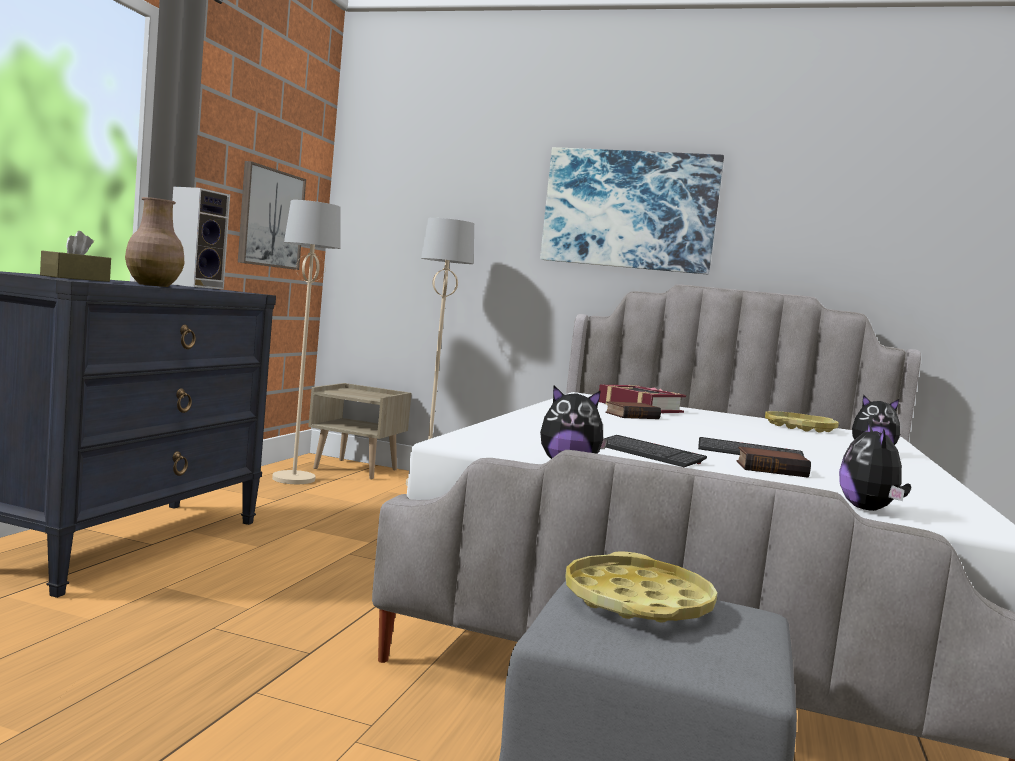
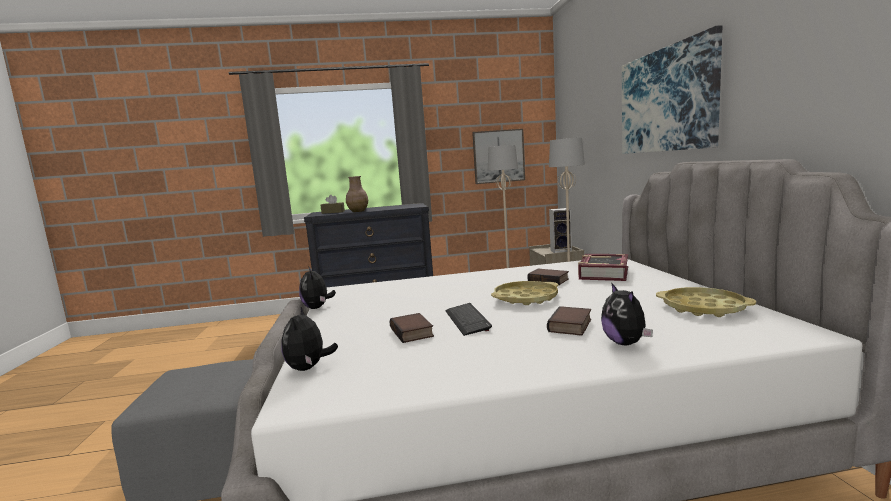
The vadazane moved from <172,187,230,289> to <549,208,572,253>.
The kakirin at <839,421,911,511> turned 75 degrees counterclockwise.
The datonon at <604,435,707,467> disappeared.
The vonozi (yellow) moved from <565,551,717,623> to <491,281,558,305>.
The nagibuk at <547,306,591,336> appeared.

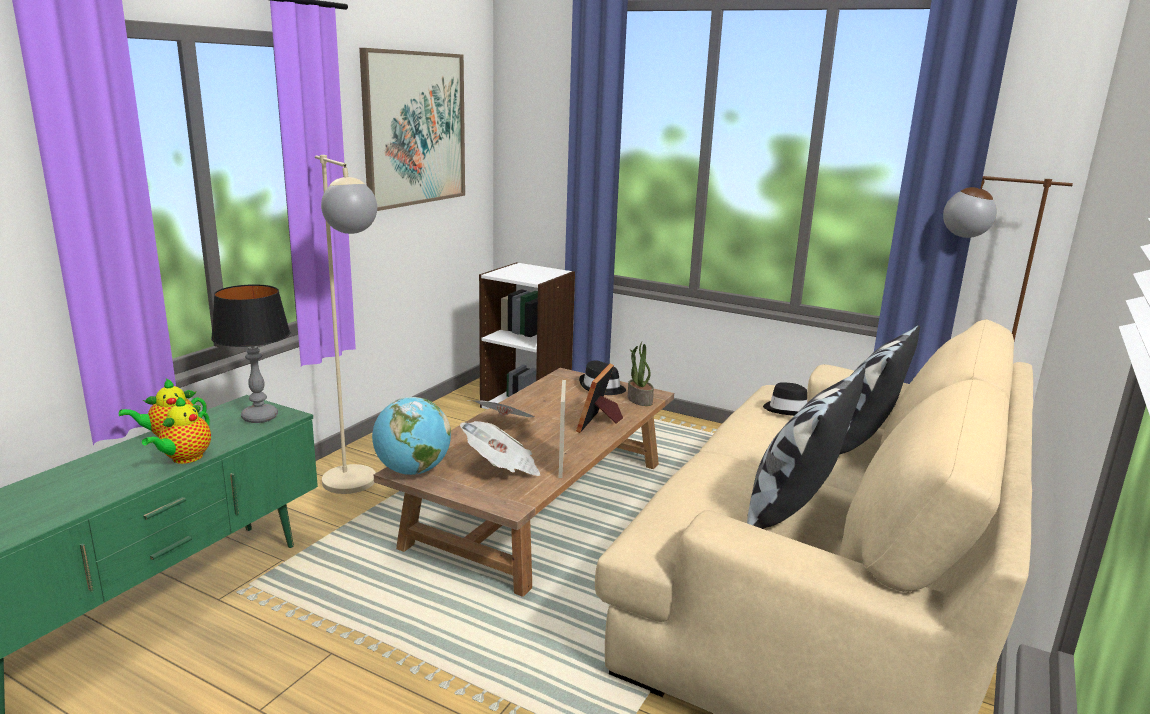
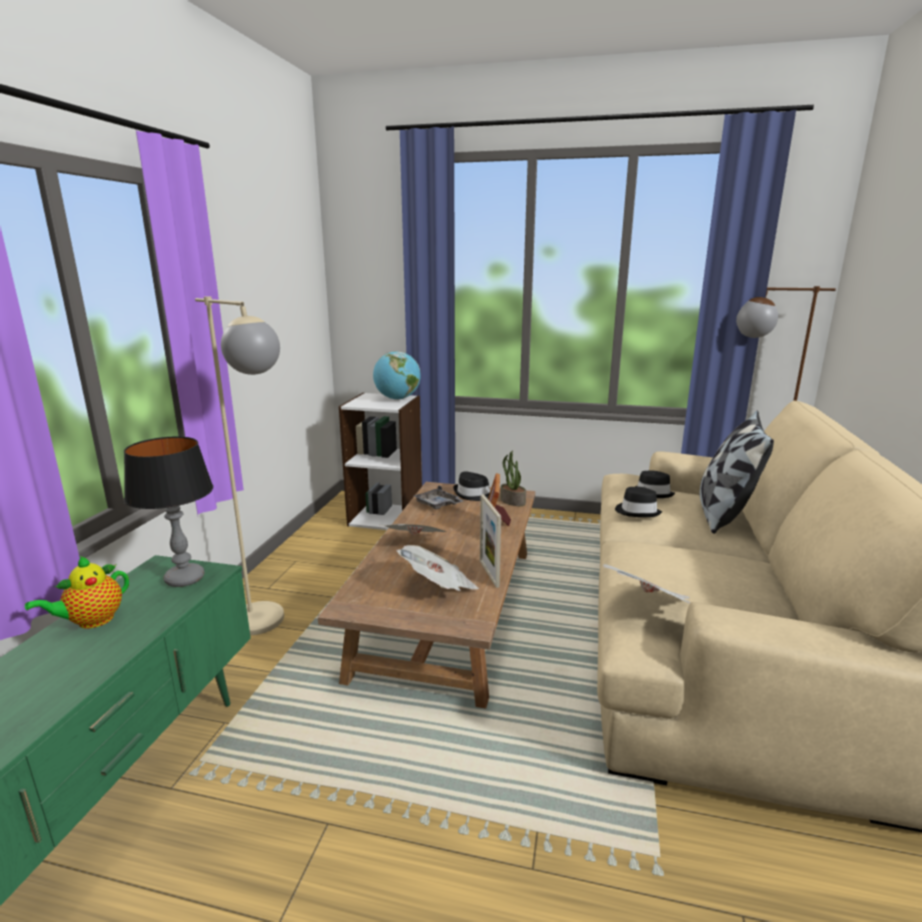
The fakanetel at <359,48,465,211> disappeared.
The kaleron at <747,368,865,529> disappeared.
The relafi at <142,396,211,464> disappeared.
The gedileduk moved from <372,397,451,475> to <373,352,421,400>.
The vonozi (grey) at <414,485,463,510> appeared.
The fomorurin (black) at <615,487,662,517> appeared.
The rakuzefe at <603,564,691,604> appeared.

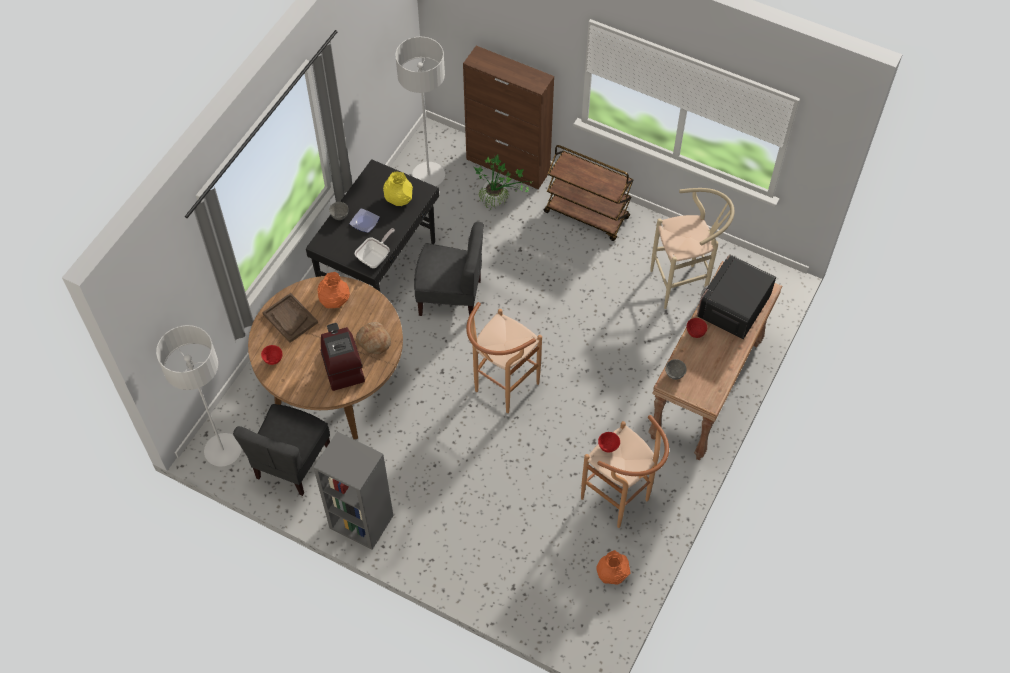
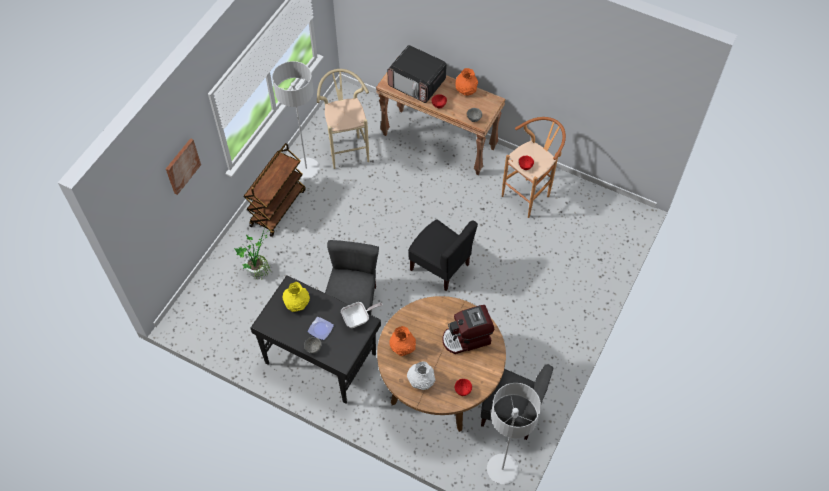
The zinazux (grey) moved from <395,37,445,186> to <272,61,320,179>.
The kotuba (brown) at <463,46,554,189> disappeared.
The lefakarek at <355,228,395,268> turned 120 degrees clockwise.
The vonozi (brown) at <262,293,318,343> was replaced by the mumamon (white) at <407,362,435,390>.
The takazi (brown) at <466,302,542,413> was replaced by the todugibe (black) at <408,219,478,291>.
The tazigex at <356,322,391,354> disappeared.
The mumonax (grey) at <313,431,394,550> disappeared.
The mumamon (orange) moved from <596,550,631,585> to <456,68,478,96>.
The fakanetel at <166,138,201,195> appeared.

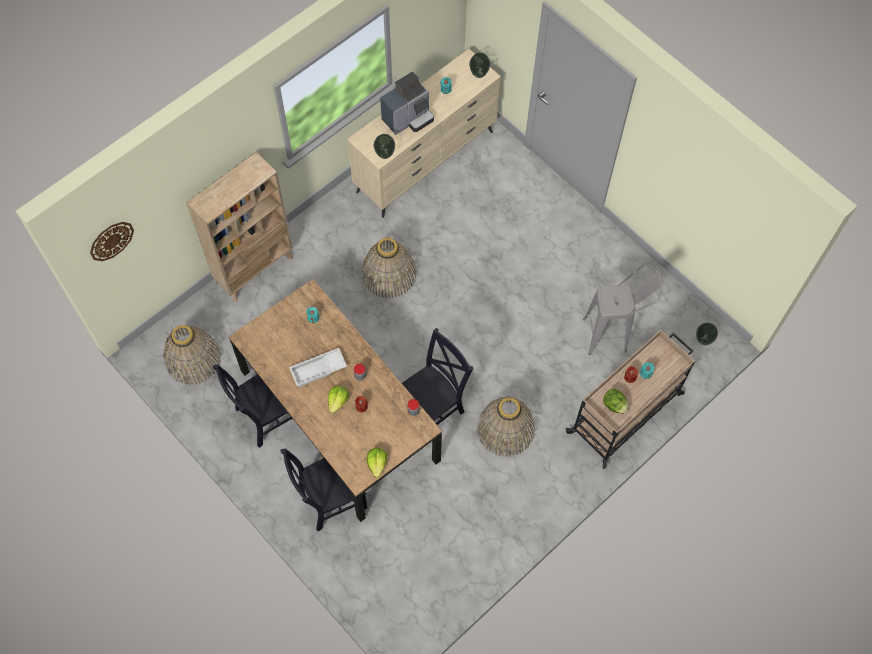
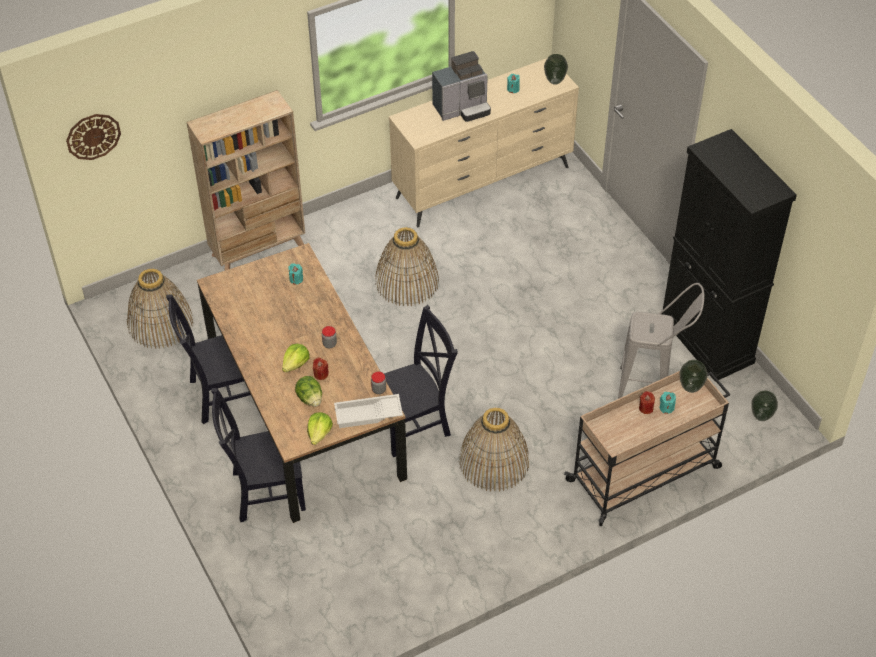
The mumamon moved from <374,134,395,159> to <680,360,708,393>.
The vonozi (white) moved from <289,348,347,387> to <334,394,403,428>.
The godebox moved from <603,389,629,414> to <295,376,322,407>.
The kotuba (black) at <662,129,797,382> appeared.

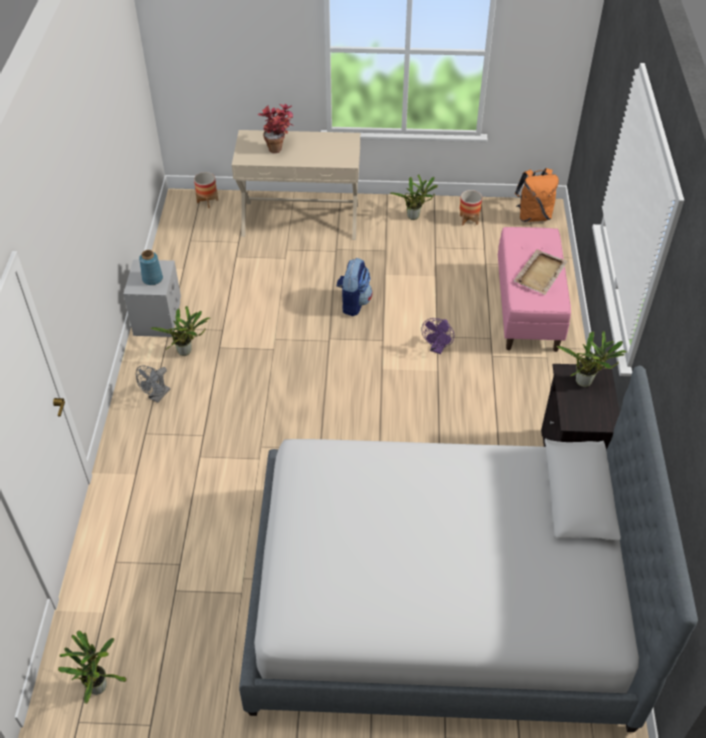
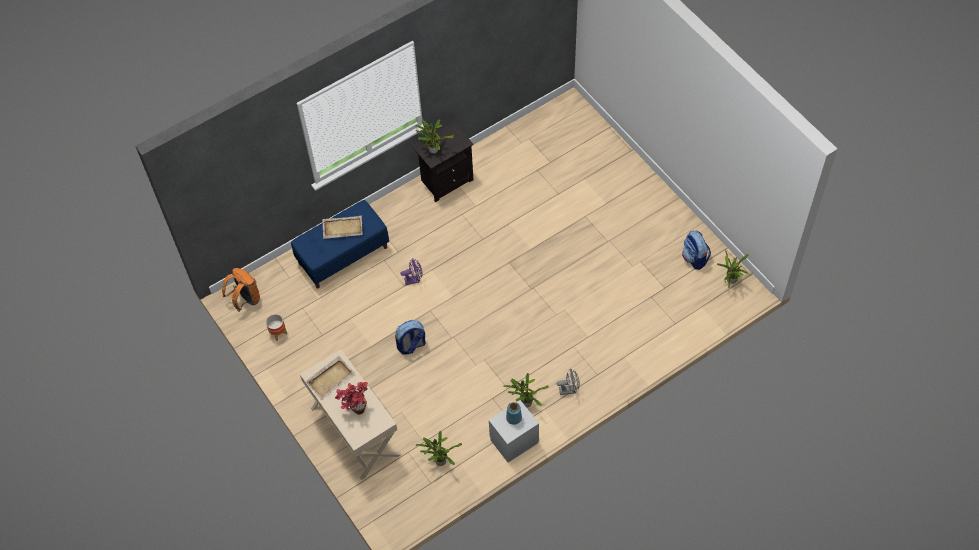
The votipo at <194,172,218,208> disappeared.
The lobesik moved from <389,174,438,220> to <416,431,462,466>.
The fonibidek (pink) at <498,227,571,352> became the fonibidek (blue) at <291,200,389,288>.
The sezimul at <239,365,698,732> disappeared.
The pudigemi at <682,231,711,270> appeared.
The vonozi (beige) at <305,356,355,400> appeared.

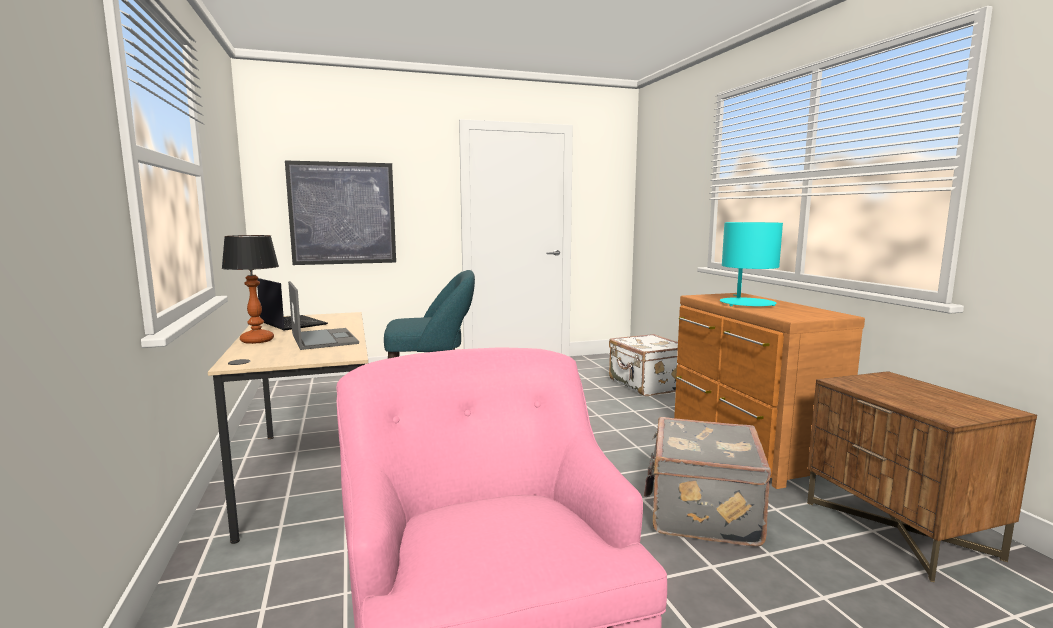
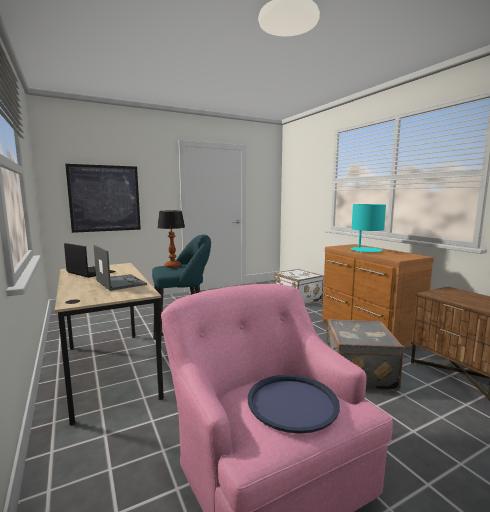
The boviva moved from <221,235,279,344> to <157,210,185,268>.
The vonozi (blue) at <248,375,340,434> appeared.

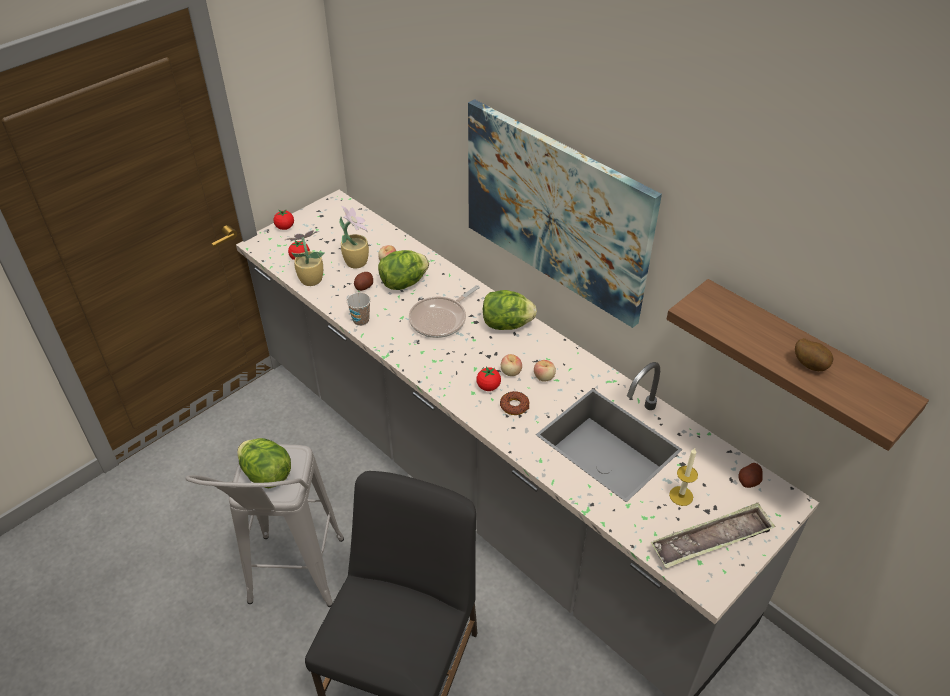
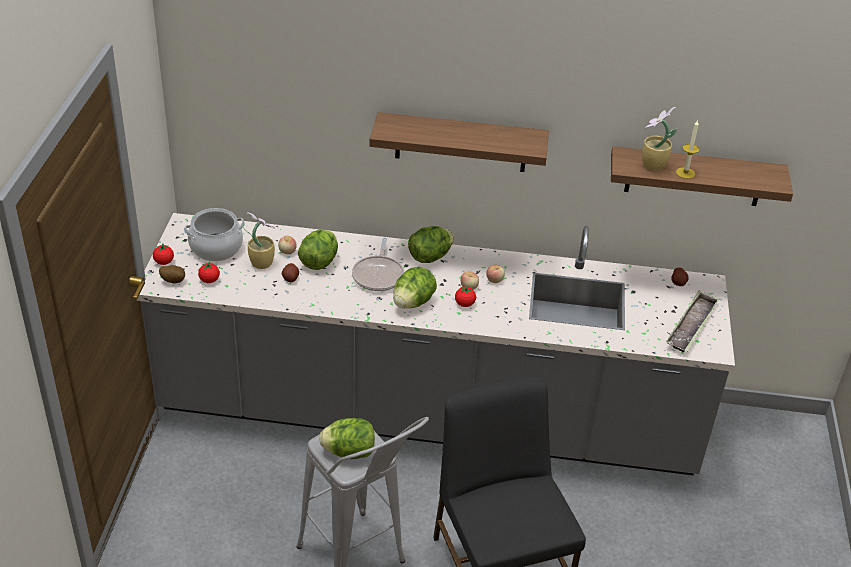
The fakanetel at <468,99,662,328> was replaced by the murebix at <369,112,549,172>.
The lobesik moved from <284,230,325,286> to <642,107,677,171>.
The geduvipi at <347,292,371,326> disappeared.
The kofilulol moved from <795,338,834,371> to <159,265,185,284>.
The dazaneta at <500,391,529,415> disappeared.
The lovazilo moved from <669,448,698,506> to <676,120,699,179>.
The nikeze at <184,208,245,262> appeared.
The godebox at <393,267,437,309> appeared.

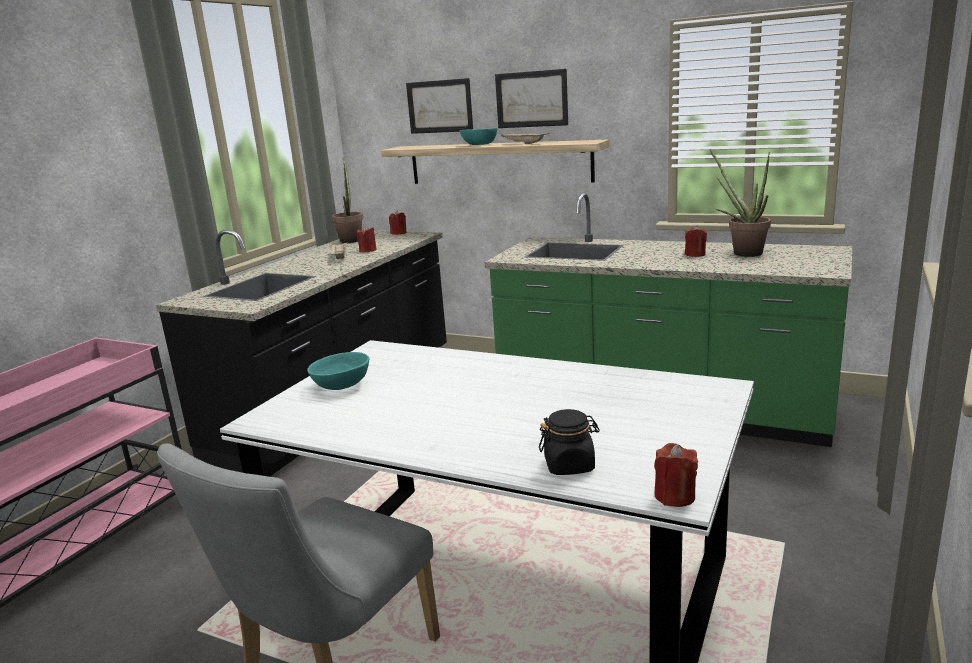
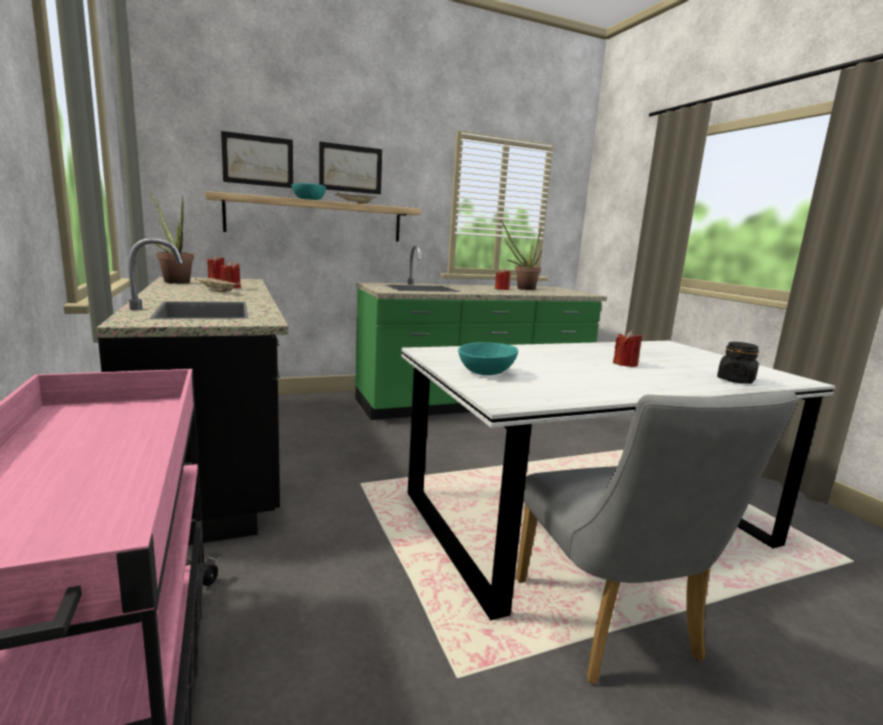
The lovazilo (red) moved from <654,443,698,507> to <613,331,642,367>.

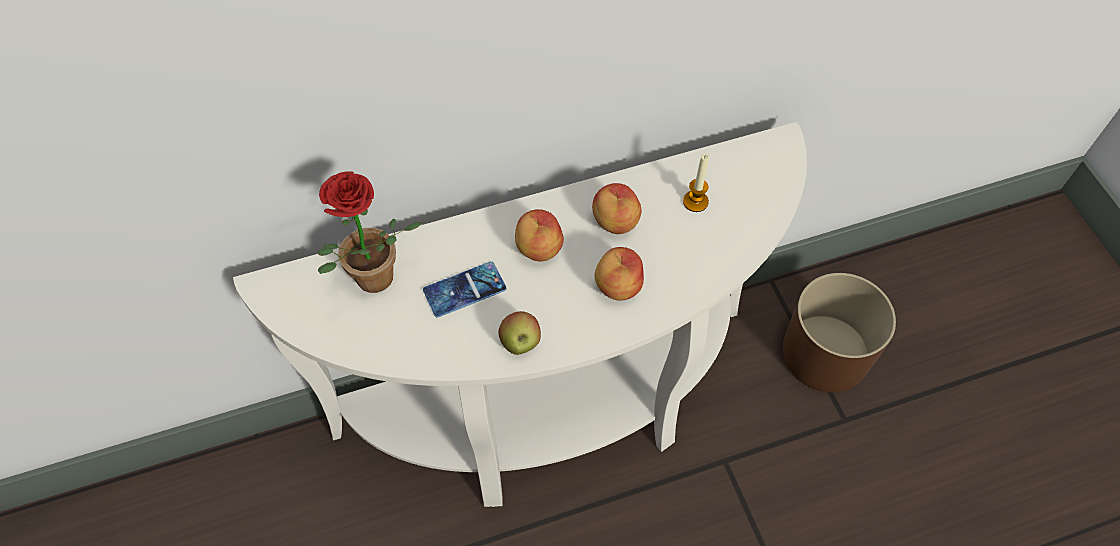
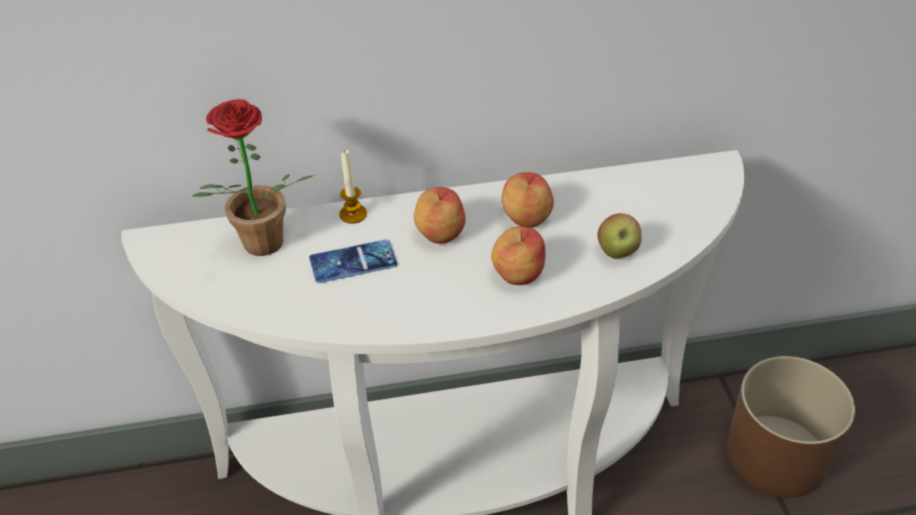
The lovazilo moved from <683,154,709,212> to <339,149,367,224>.
The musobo moved from <498,311,541,355> to <597,213,642,258>.

